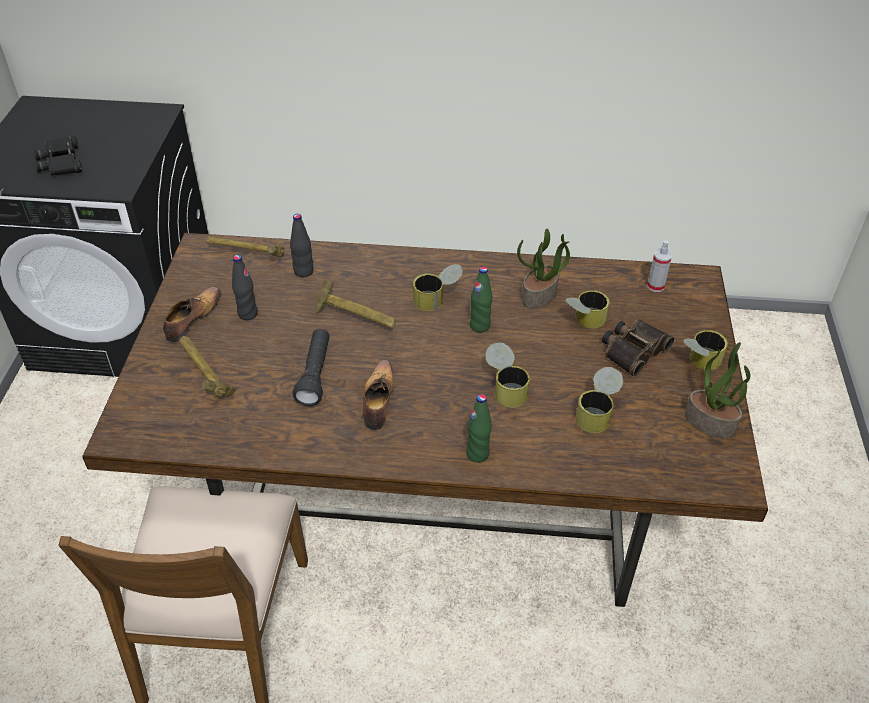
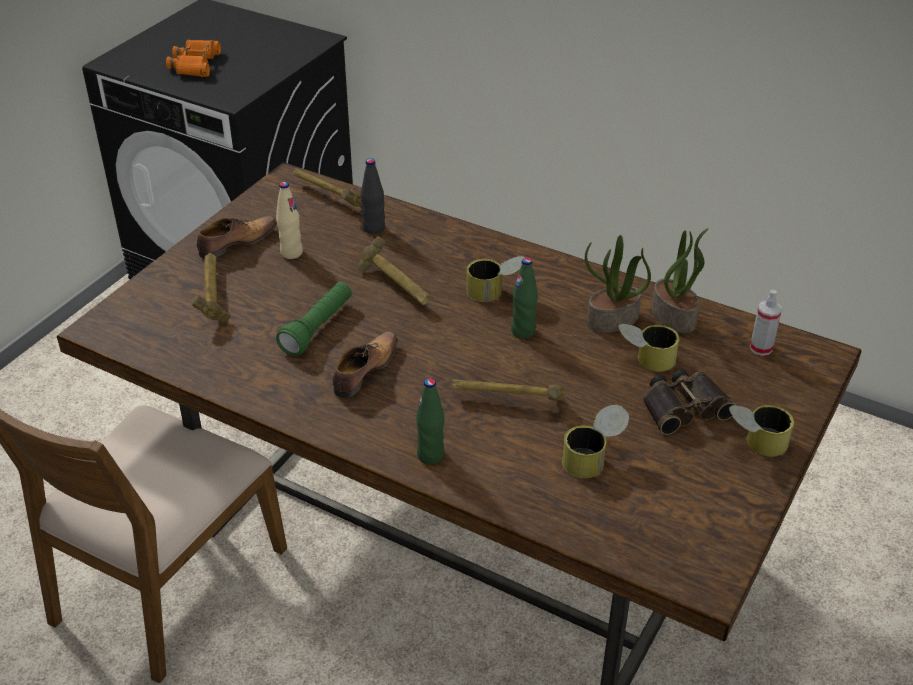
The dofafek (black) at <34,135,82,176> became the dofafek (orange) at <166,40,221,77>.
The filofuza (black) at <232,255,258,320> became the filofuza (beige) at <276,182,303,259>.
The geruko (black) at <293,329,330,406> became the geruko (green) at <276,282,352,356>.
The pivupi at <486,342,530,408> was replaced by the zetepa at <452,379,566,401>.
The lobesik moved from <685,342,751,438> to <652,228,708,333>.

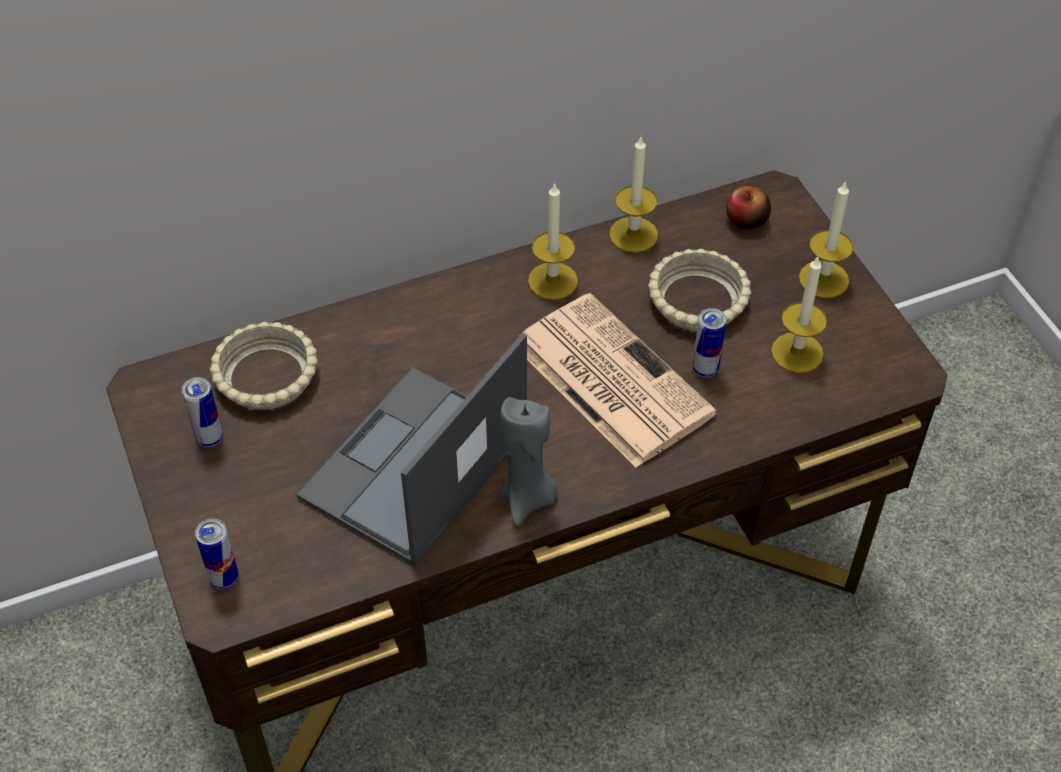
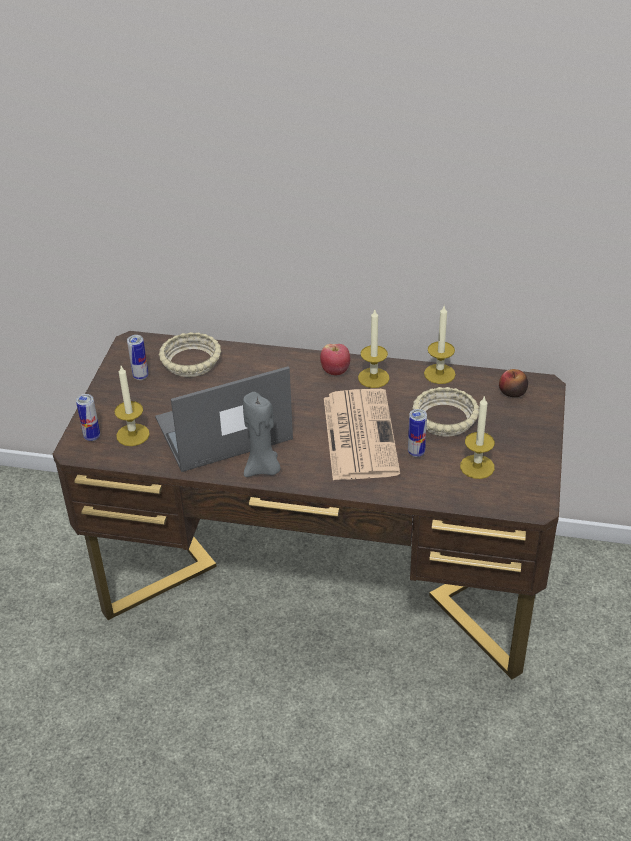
The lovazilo moved from <799,181,853,298> to <114,366,150,446>.
The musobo at <320,344,350,375> appeared.

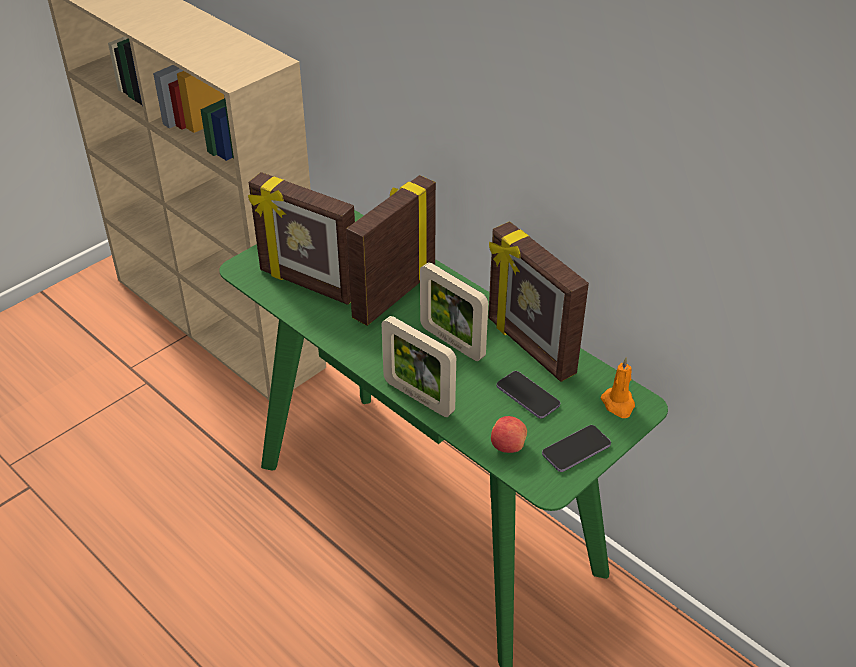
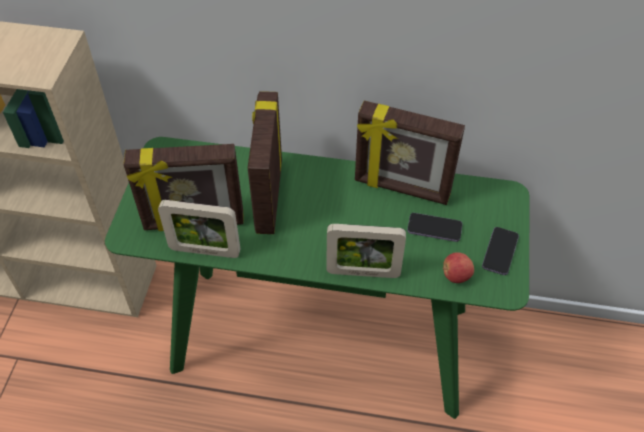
The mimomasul moved from <420,262,488,361> to <158,200,241,258>.
The lovazilo (orange) at <600,357,635,418> disappeared.

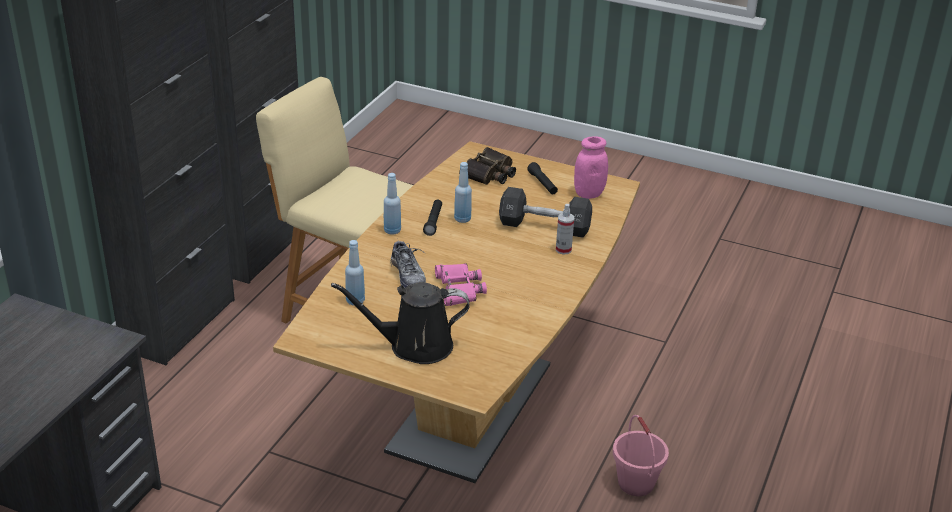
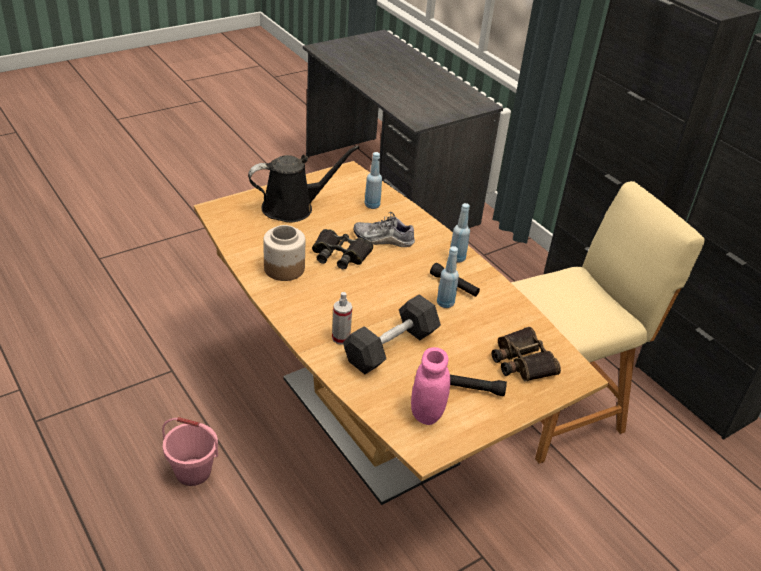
The dofafek (pink) at <435,263,487,306> became the dofafek (black) at <312,229,373,270>.
The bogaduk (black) at <331,282,469,364> turned 45 degrees clockwise.
The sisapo at <263,225,305,281> appeared.

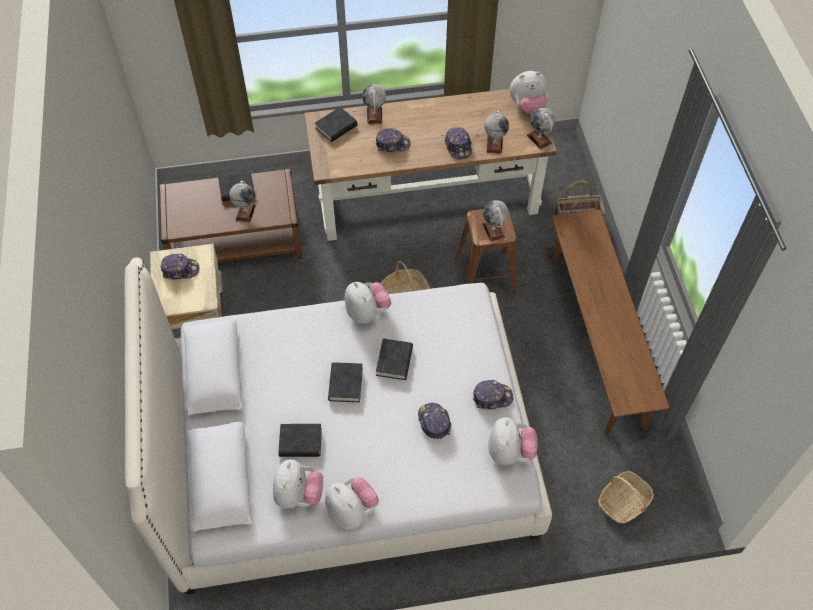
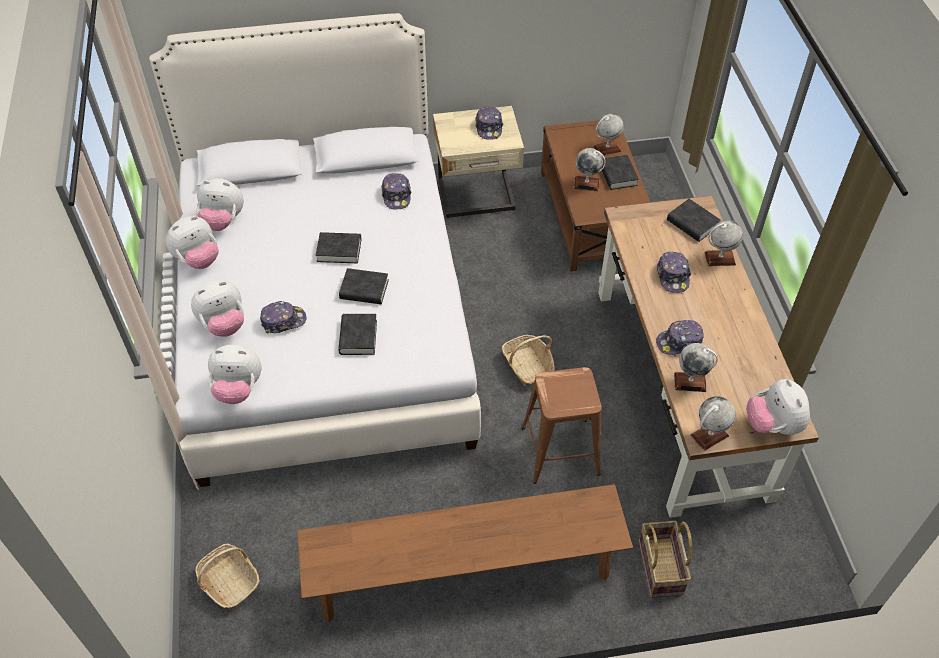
The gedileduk moved from <482,200,509,241> to <593,113,624,155>.
The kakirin moved from <345,282,391,324> to <191,280,244,337>.
The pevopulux moved from <473,380,513,410> to <382,173,412,209>.
The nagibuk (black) moved from <278,424,322,457> to <338,314,377,355>.

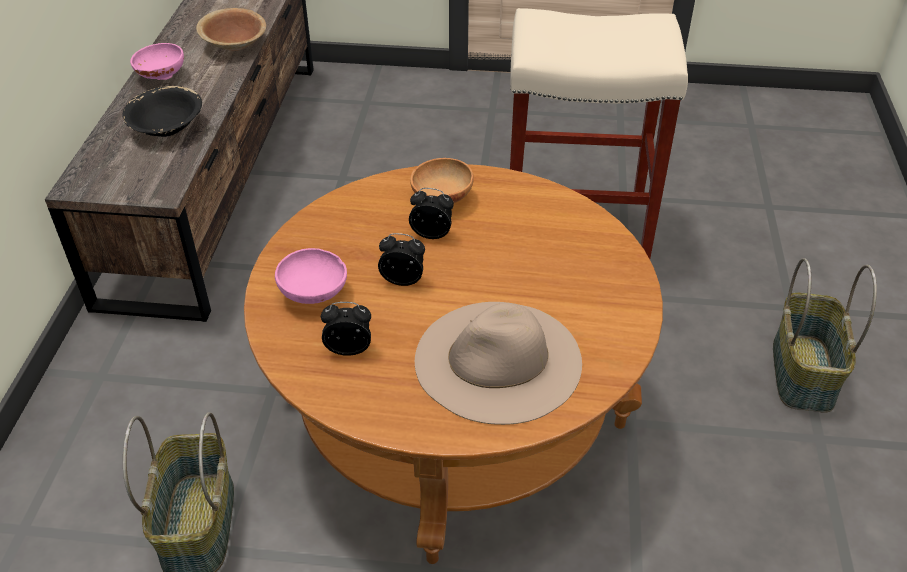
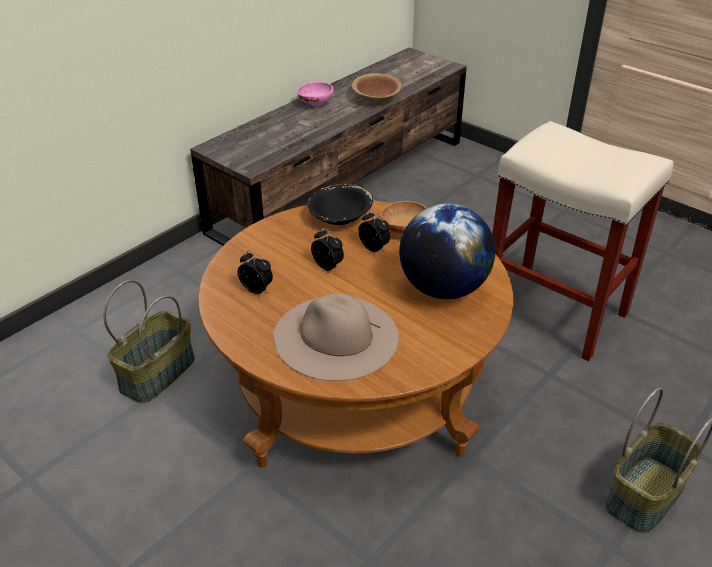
The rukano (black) moved from <122,86,202,137> to <307,184,373,225>.
The rukano (pink) at <275,248,347,304> disappeared.
The gedileduk at <399,204,495,299> appeared.

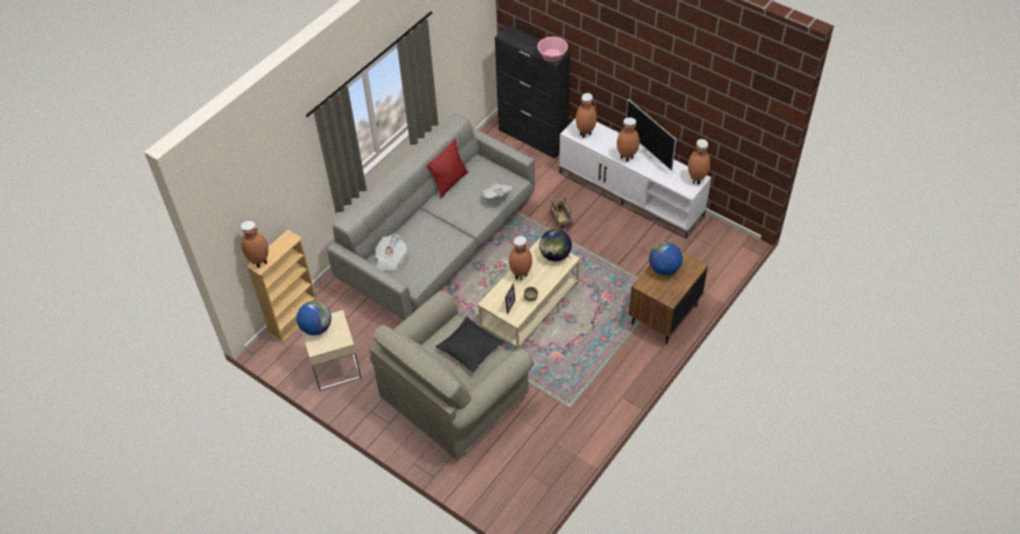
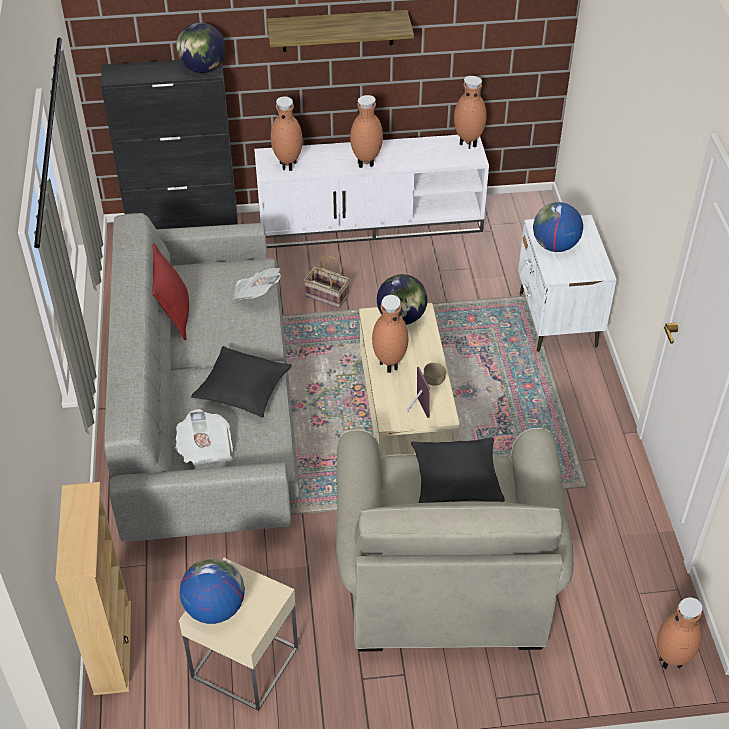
The rukano (pink) at <537,36,568,62> was replaced by the gedileduk at <176,22,226,73>.
The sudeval at <626,99,676,171> disappeared.
The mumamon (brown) moved from <241,221,269,268> to <657,597,702,670>.
The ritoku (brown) at <629,251,708,345> became the ritoku (white) at <518,215,617,352>.
The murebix at <267,10,414,52> appeared.
The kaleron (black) at <191,346,292,418> appeared.

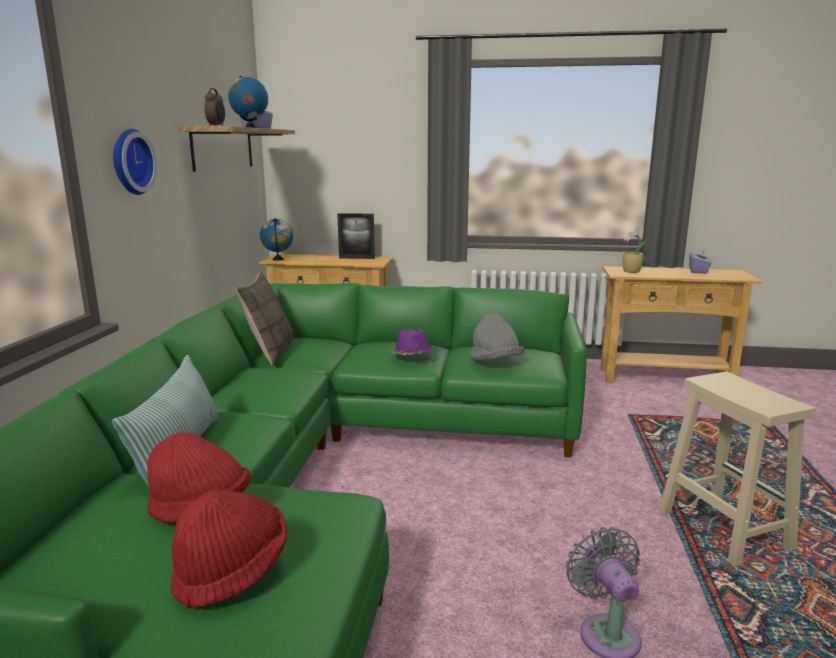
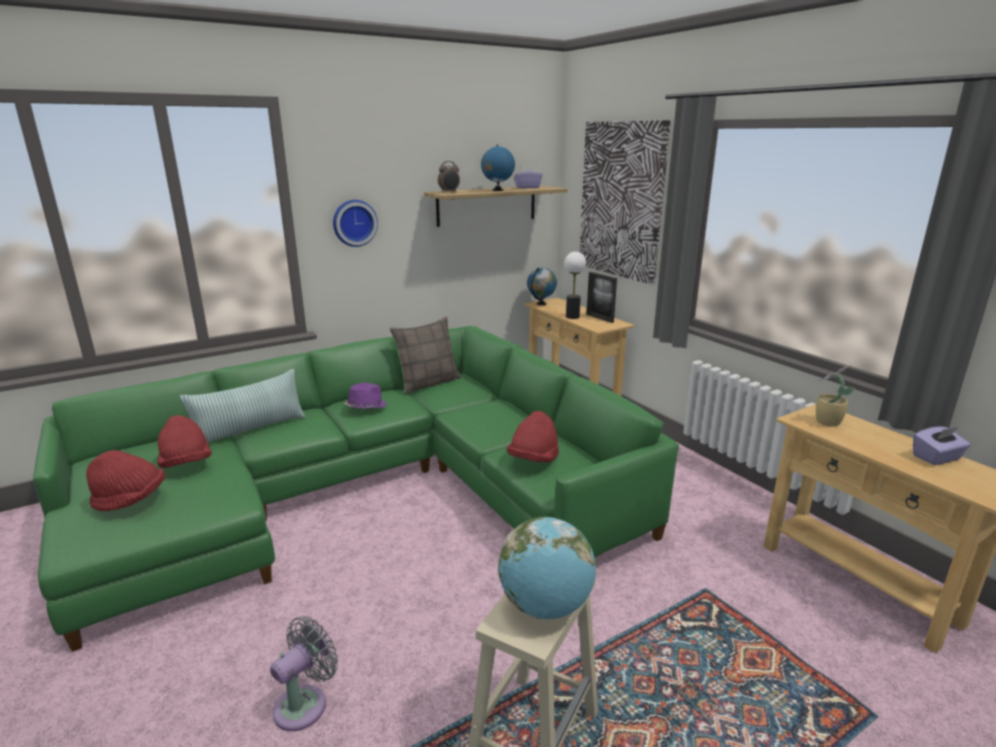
The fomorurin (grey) at <470,313,524,360> became the fomorurin (red) at <507,411,559,462>.
The fomorurin (purple) moved from <391,328,434,355> to <344,383,387,409>.
The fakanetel at <580,120,671,284> appeared.
The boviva at <564,252,586,319> appeared.
The gedileduk at <498,517,596,619> appeared.

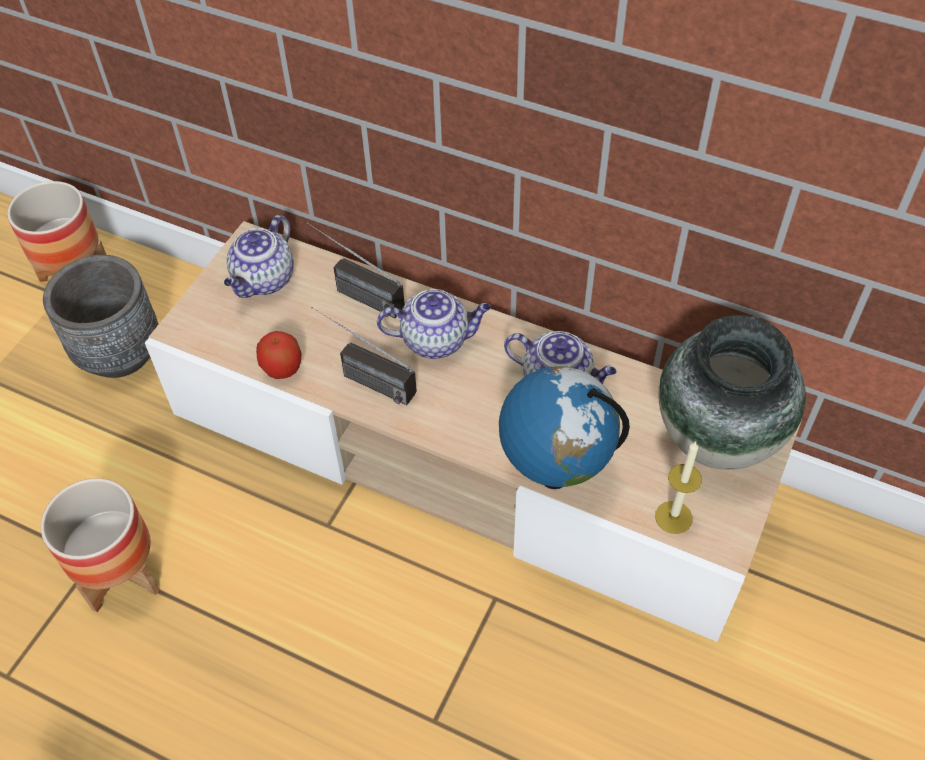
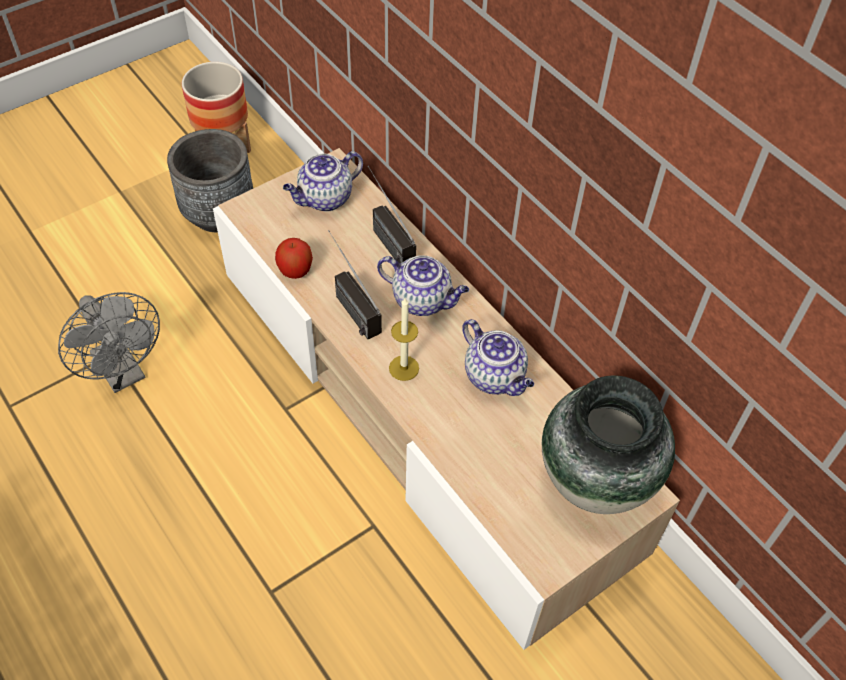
The gedileduk at <499,366,630,489> disappeared.
The lovazilo moved from <655,441,702,534> to <389,298,419,381>.
The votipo at <41,478,159,612> was replaced by the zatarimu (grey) at <58,292,160,393>.

